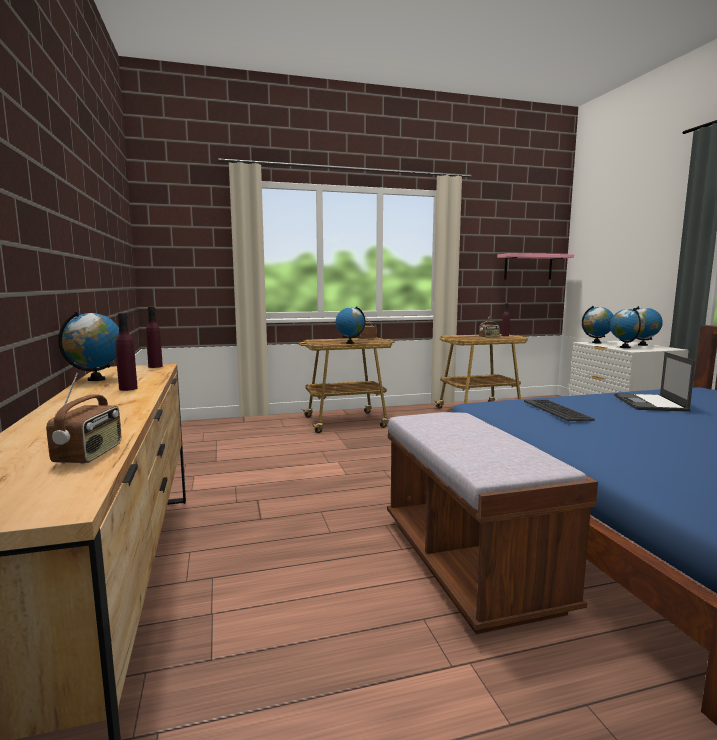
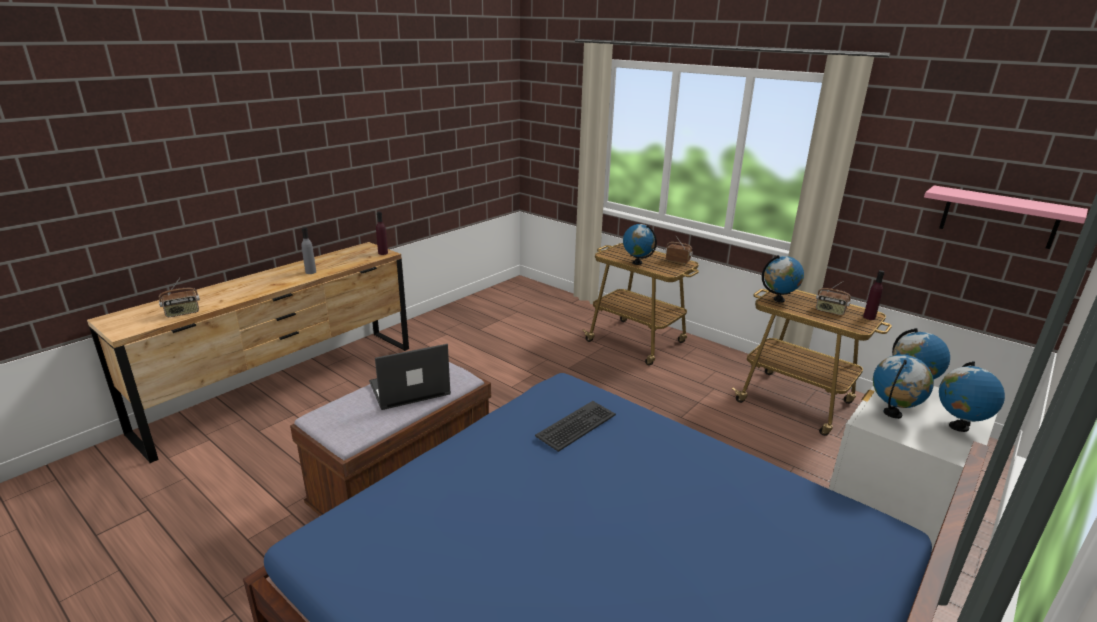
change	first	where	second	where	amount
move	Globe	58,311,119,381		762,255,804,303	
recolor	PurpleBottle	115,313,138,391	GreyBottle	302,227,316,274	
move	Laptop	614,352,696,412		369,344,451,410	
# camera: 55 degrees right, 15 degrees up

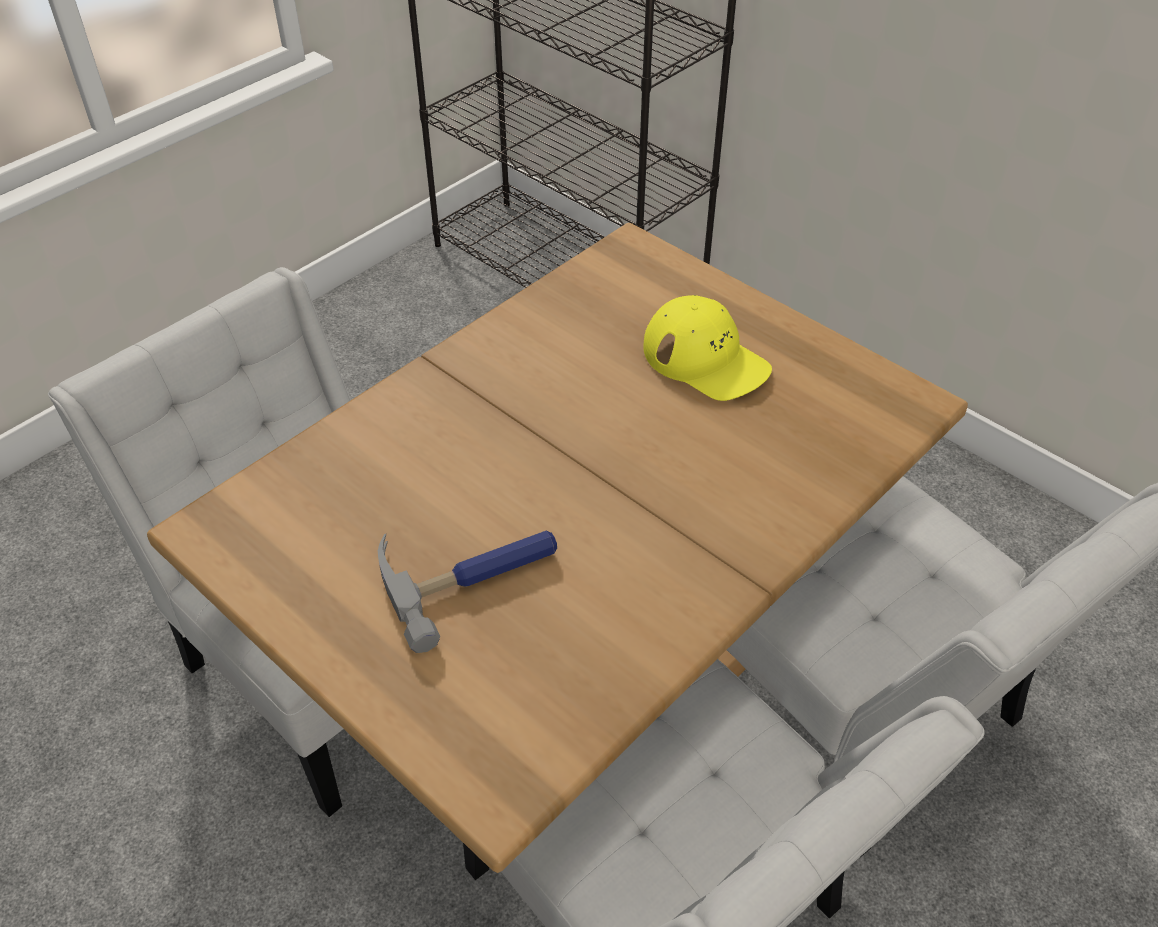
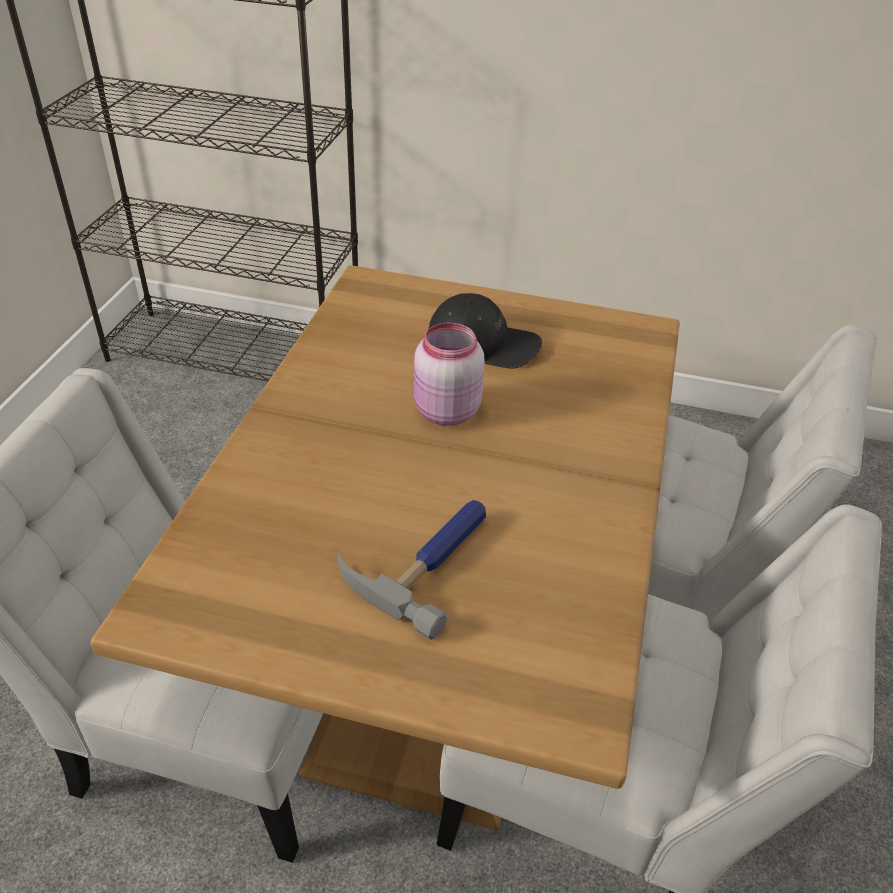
change	first	where	second	where	amount
recolor	YellowCap	643,295,772,401	BlackCap	428,293,542,369	
insert			PinkJar	414,323,485,426	
# camera: 30 degrees left, 5 degrees down

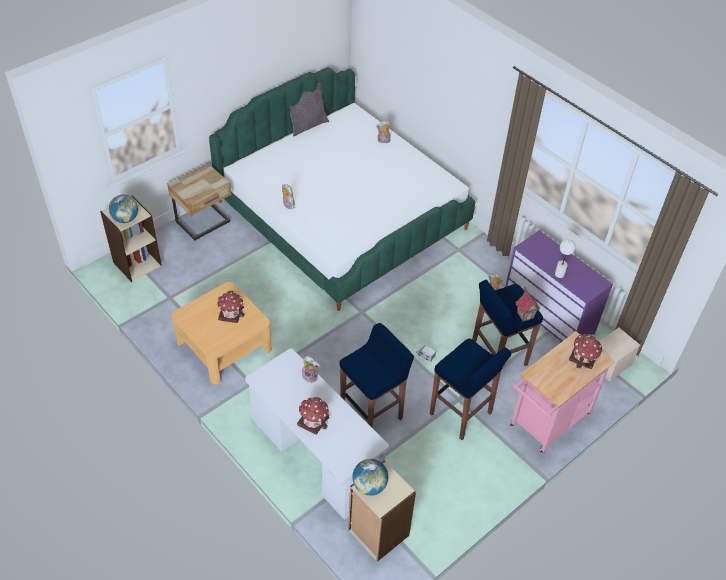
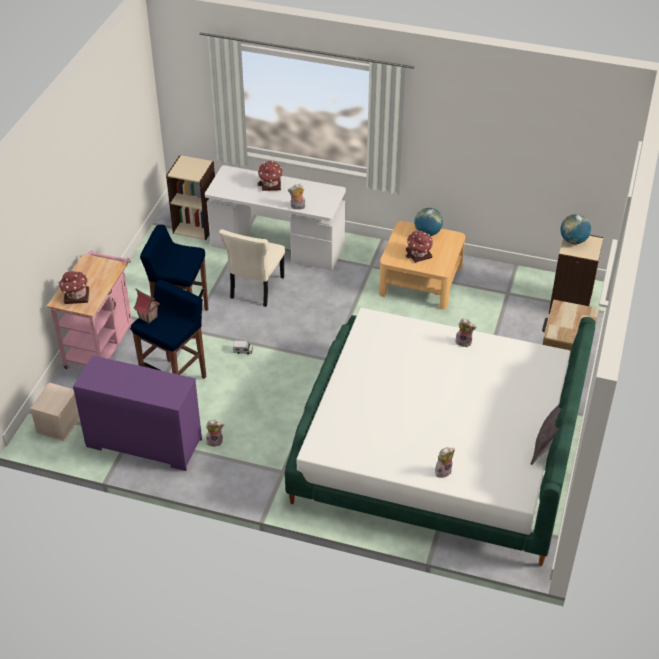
change	first	where	second	where	amount
delete	WhiteTableLamp	555,239,576,278			
replace	BlueStool	339,323,414,428	BeigeChair	219,229,285,307	
move	Globe	352,459,388,496		414,208,443,236	
# camera: 150 degrees right, 5 degrees down

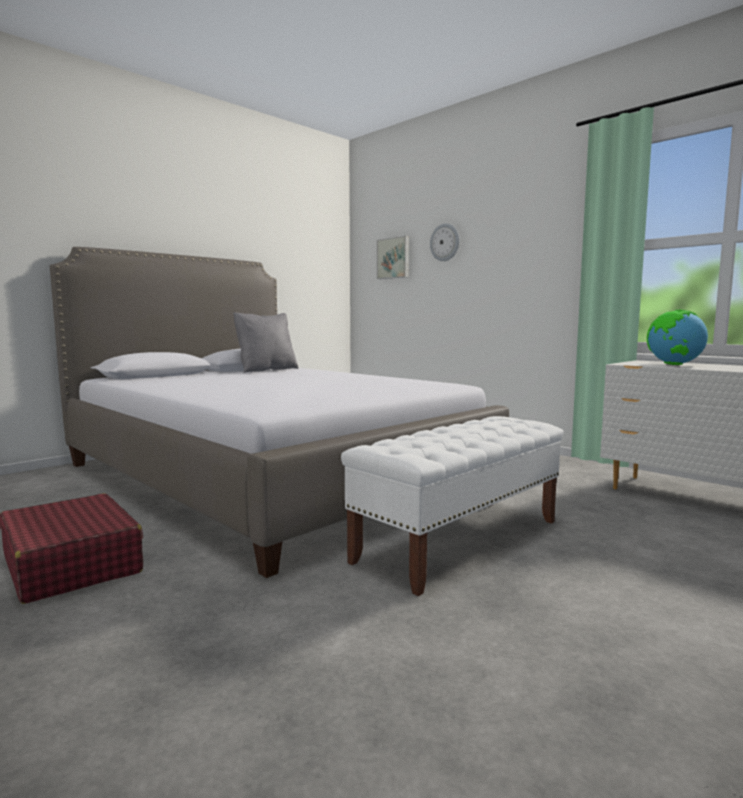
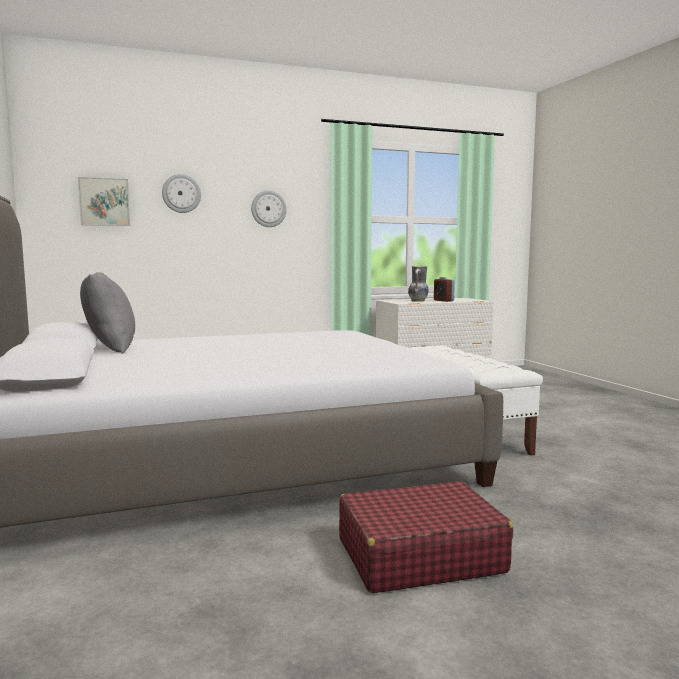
change	first	where	second	where	amount
replace	Globe	647,310,708,365	Vase	408,266,429,302	
insert			WallClock	251,190,287,227	
insert			AlarmClock	434,277,455,302	
# camera: 65 degrees left, 0 degrees up

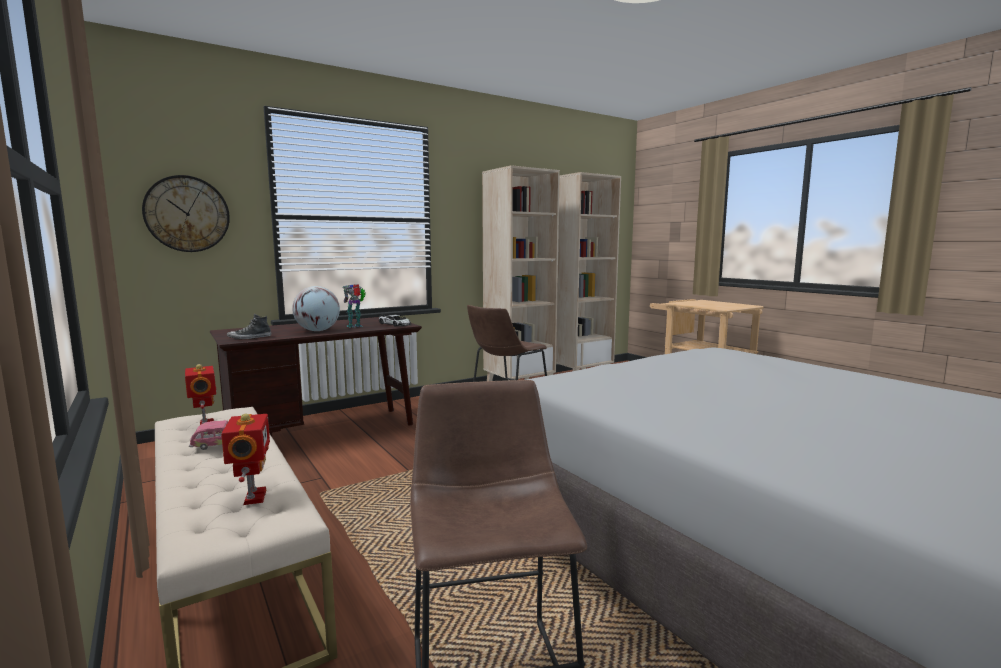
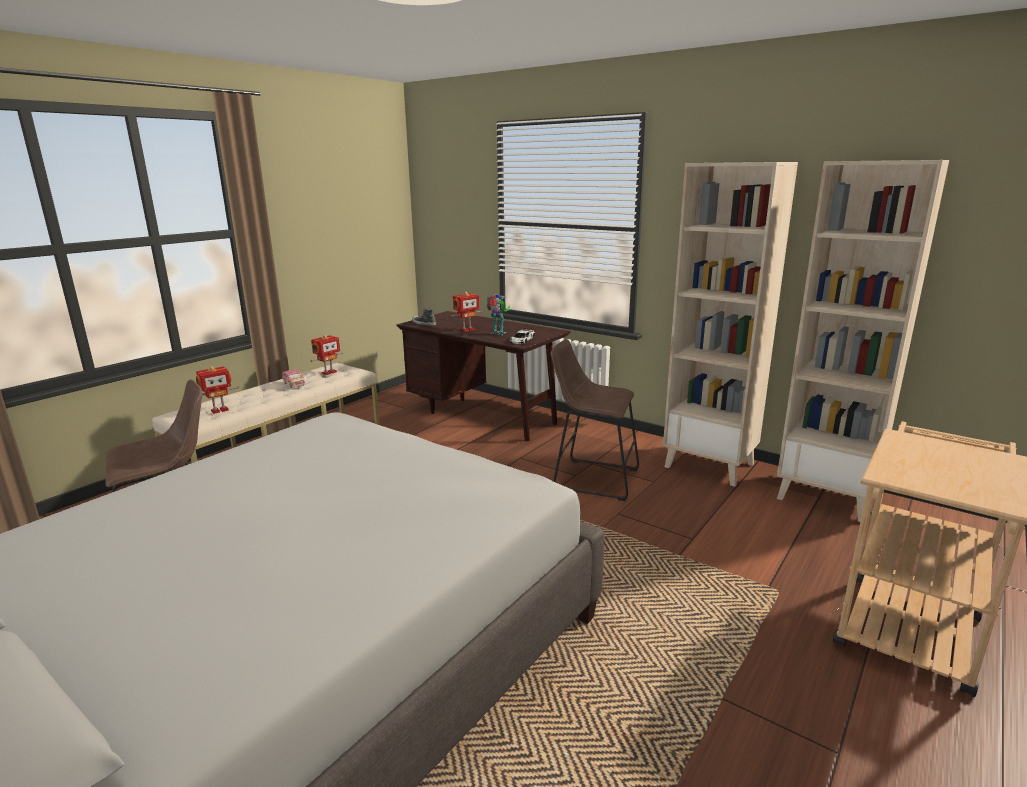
change	first	where	second	where	amount
delete	WallClock	142,175,230,252			
replace	Globe	292,286,340,331	ToyRobot	450,292,482,332	
# camera: 70 degrees right, 10 degrees up

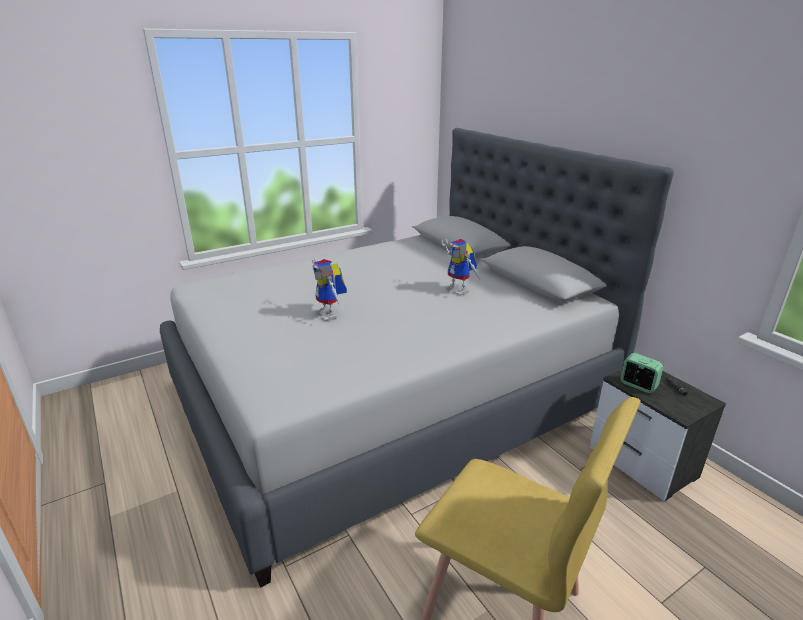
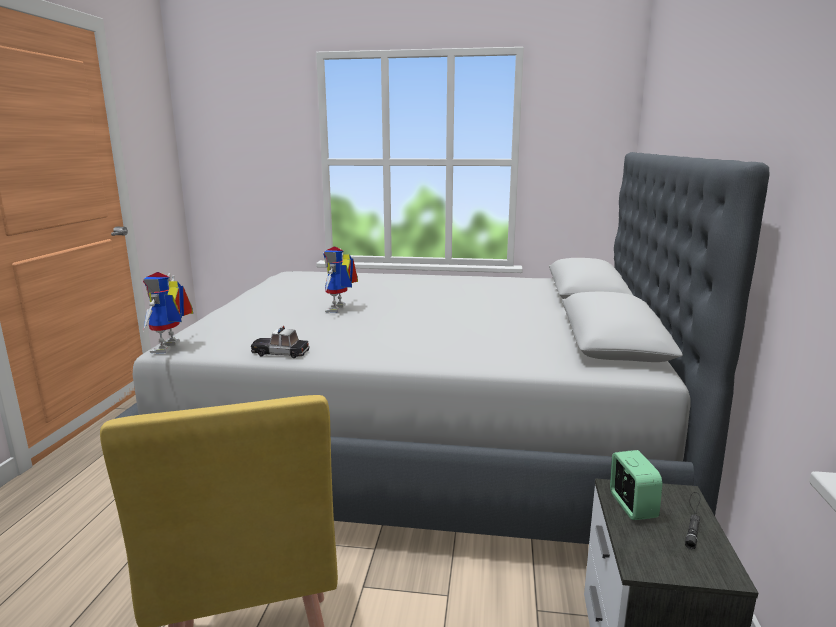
change	first	where	second	where	amount
move	ToyRobot	441,239,480,296		143,272,193,354	
insert			ToyCar	251,326,310,358	
# camera: 40 degrees right, 10 degrees down

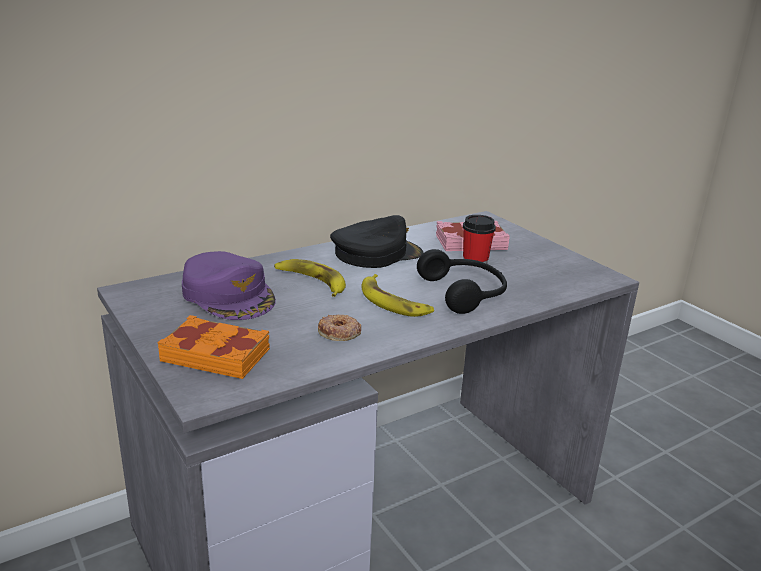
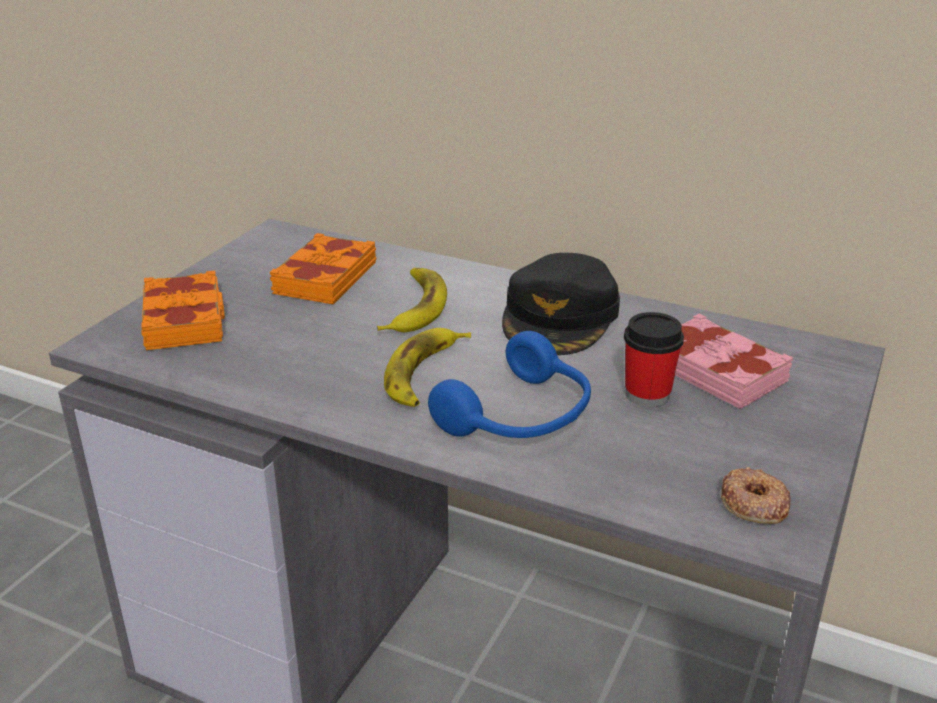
change	first	where	second	where	amount
rotate	BlackCap	330,215,424,268		502,253,620,355	75 degrees clockwise
recolor	BlackHeadphones	417,249,507,314	BlueHeadphones	428,331,591,438	
replace	PurpleCap	182,251,276,320	OrangeBook	269,233,376,304	
move	Donut	318,314,361,341		721,467,791,524	
# camera: 60 degrees right, 5 degrees up

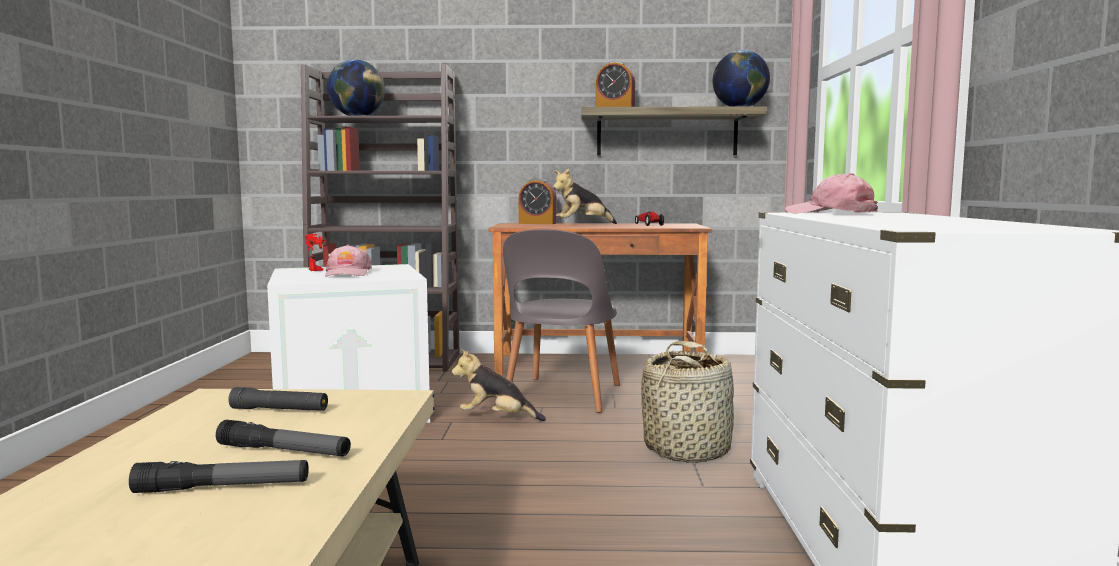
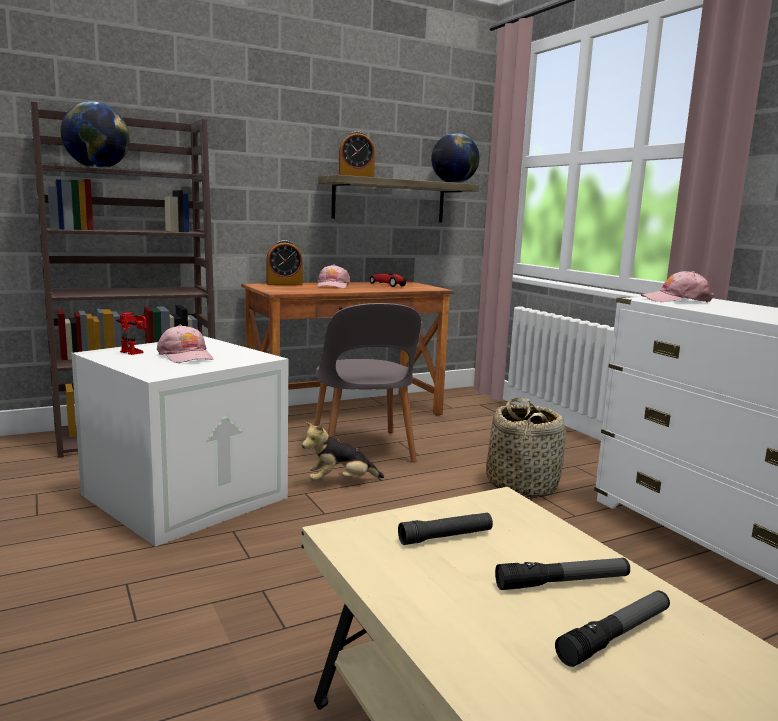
change	first	where	second	where	amount
replace	PlushToy	553,168,617,224	PinkCap	317,265,350,288	
# camera: 30 degrees left, 5 degrees up

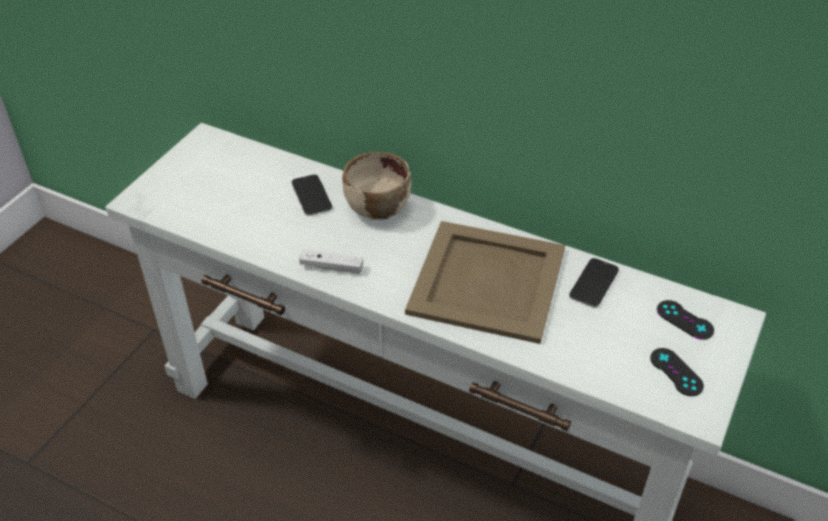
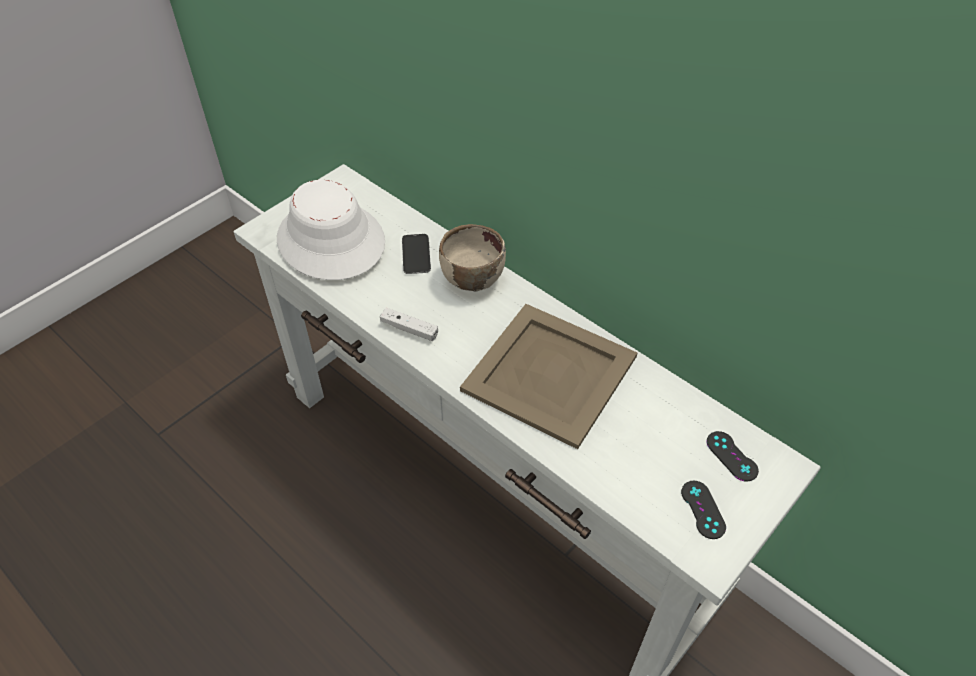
change	first	where	second	where	amount
delete	Phone	569,258,619,307			
insert			WhiteHat	277,180,385,280	
# camera: 15 degrees right, 5 degrees up

